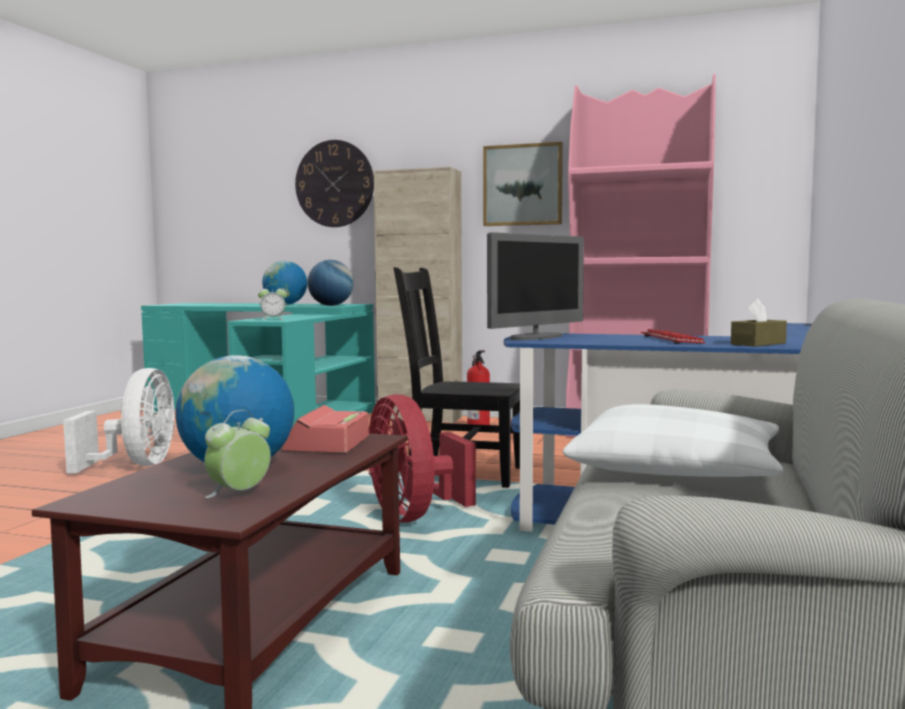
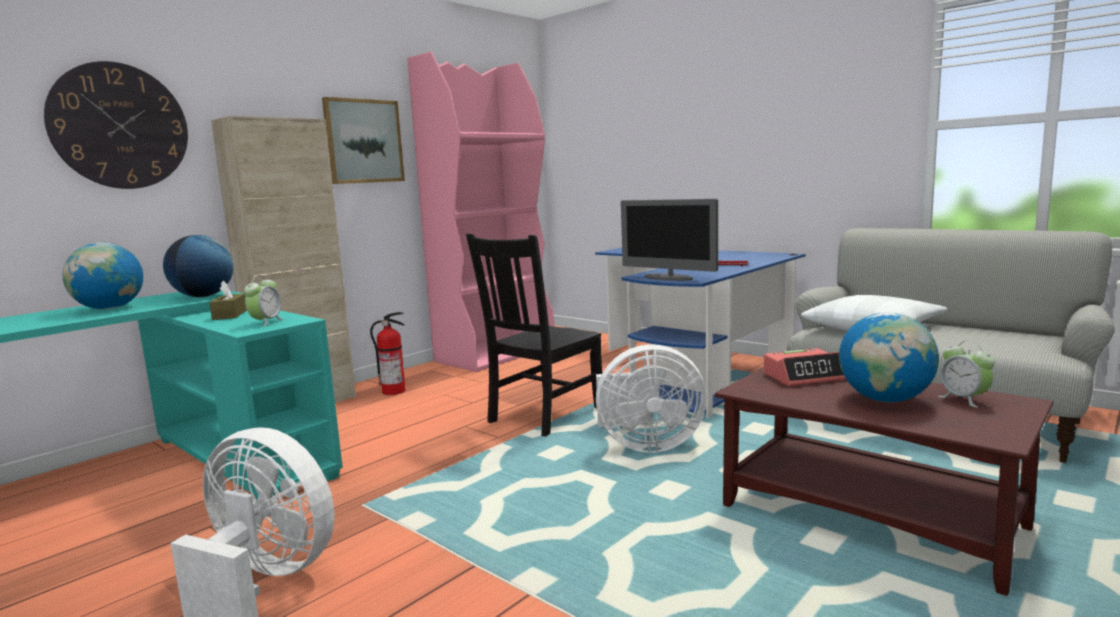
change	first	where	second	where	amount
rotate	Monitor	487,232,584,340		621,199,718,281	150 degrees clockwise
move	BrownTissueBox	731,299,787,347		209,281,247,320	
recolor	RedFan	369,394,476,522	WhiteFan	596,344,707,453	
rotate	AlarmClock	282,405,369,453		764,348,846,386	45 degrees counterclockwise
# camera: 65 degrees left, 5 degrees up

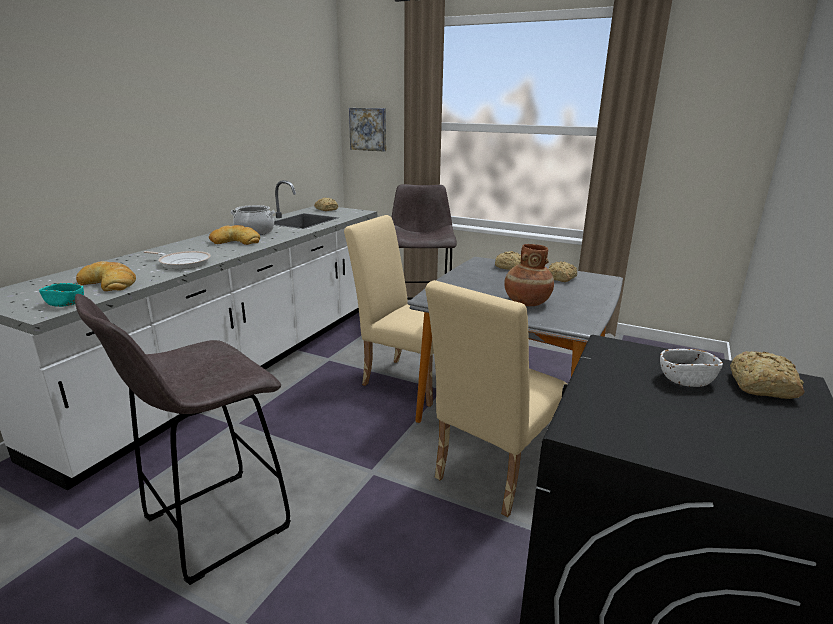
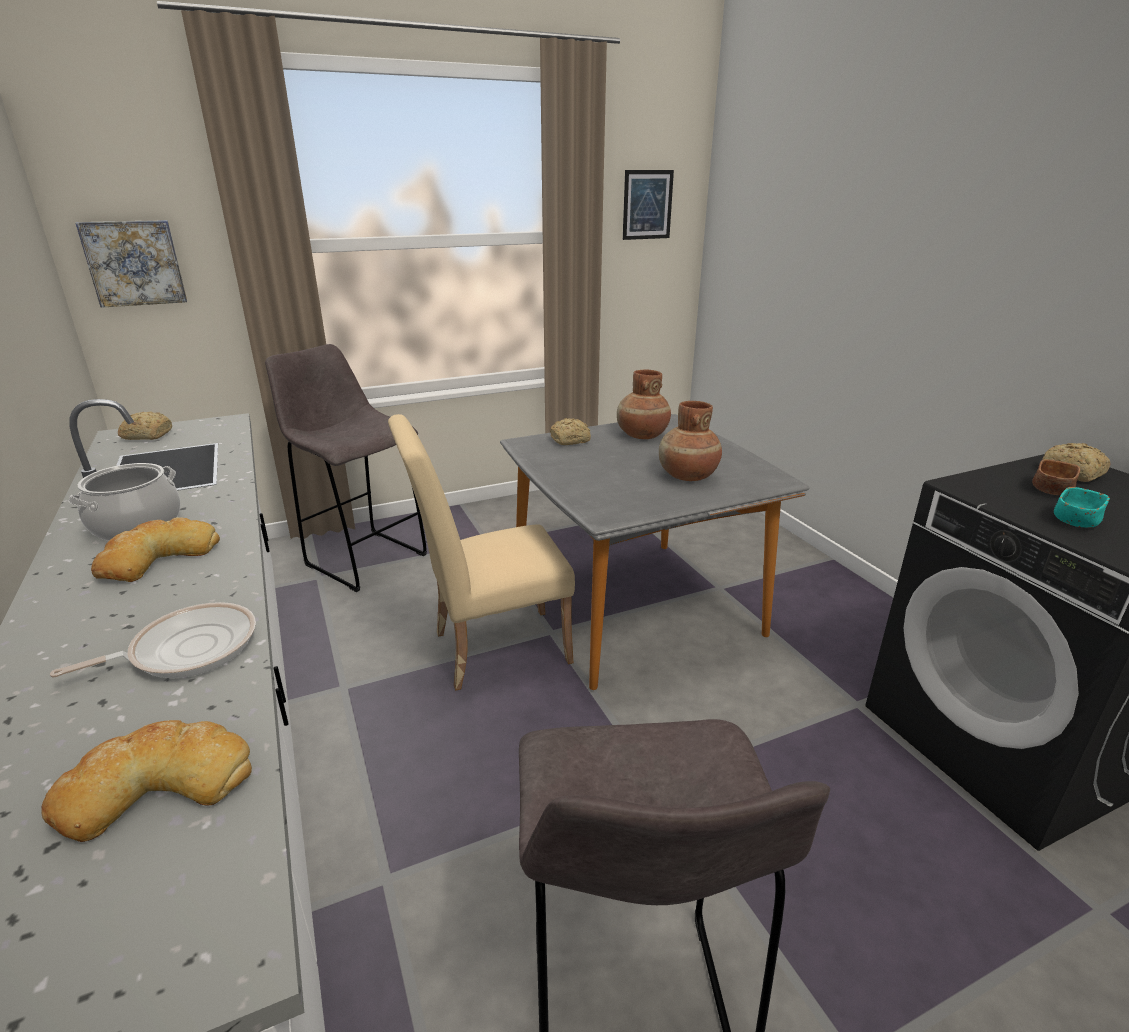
change	first	where	second	where	amount
replace	Bread	548,261,577,282	BrownVase	617,369,671,439	
delete	BeigeChair	425,280,567,517			
move	TurquoiseBowl	39,283,84,307		1054,487,1110,528	
recolor	WhiteBowl	660,349,723,387	BrownBowl	1032,459,1080,495	
insert			Picture	623,170,674,240	
# camera: 50 degrees left, 5 degrees up

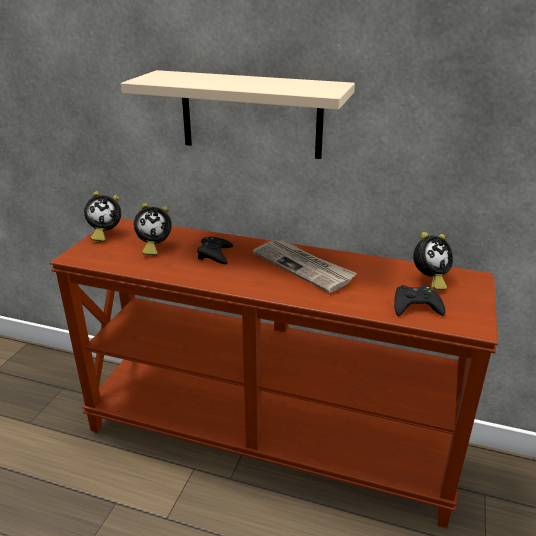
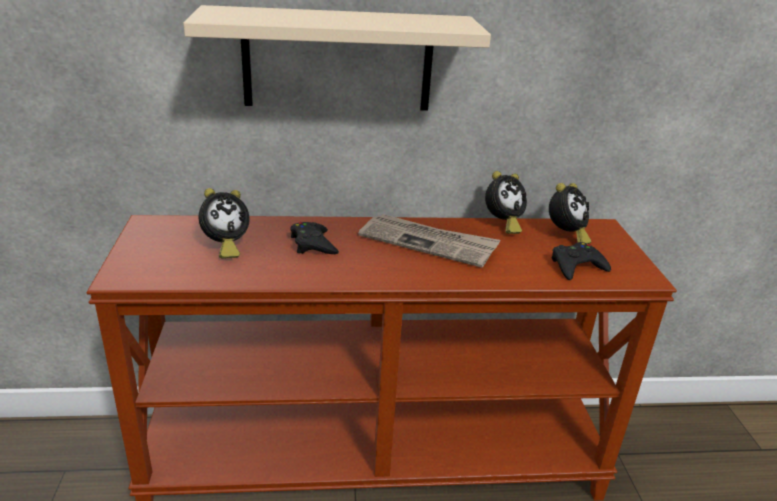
change	first	where	second	where	amount
move	AlarmClock	84,191,121,242		485,171,527,234	
# camera: 25 degrees left, 0 degrees up

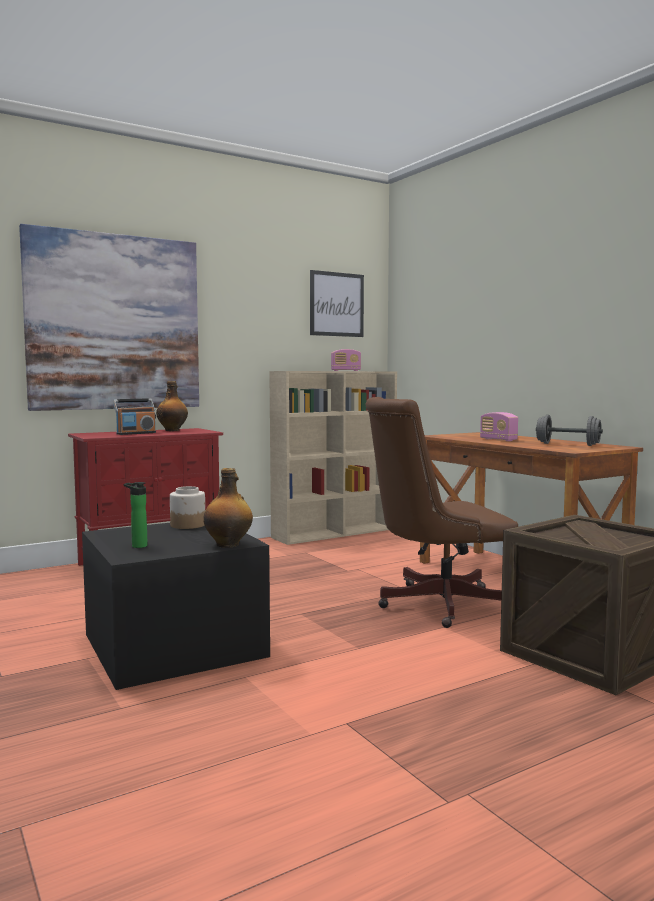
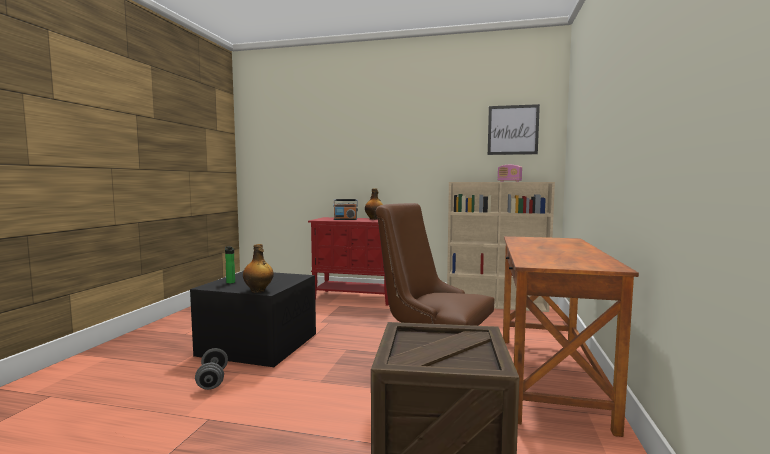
change	first	where	second	where	amount
delete	Picture	19,224,199,411			
delete	Radio	480,412,518,441			
move	GreyDumbbell	536,415,603,446		195,348,228,390	
delete	Jar	170,486,205,529			
# camera: 45 degrees right, 0 degrees up

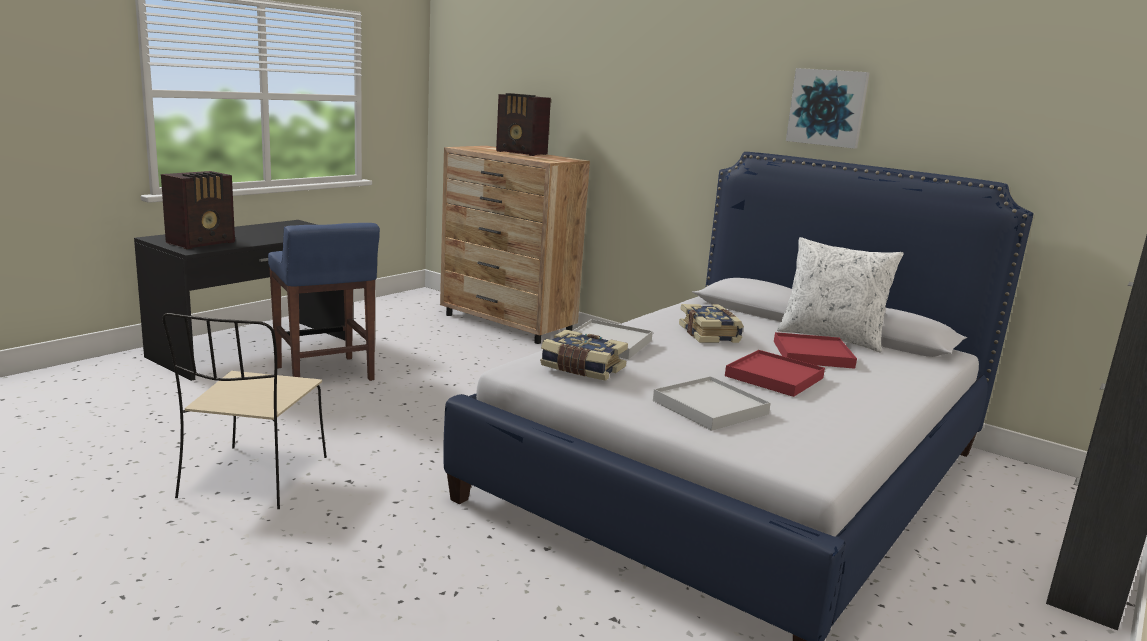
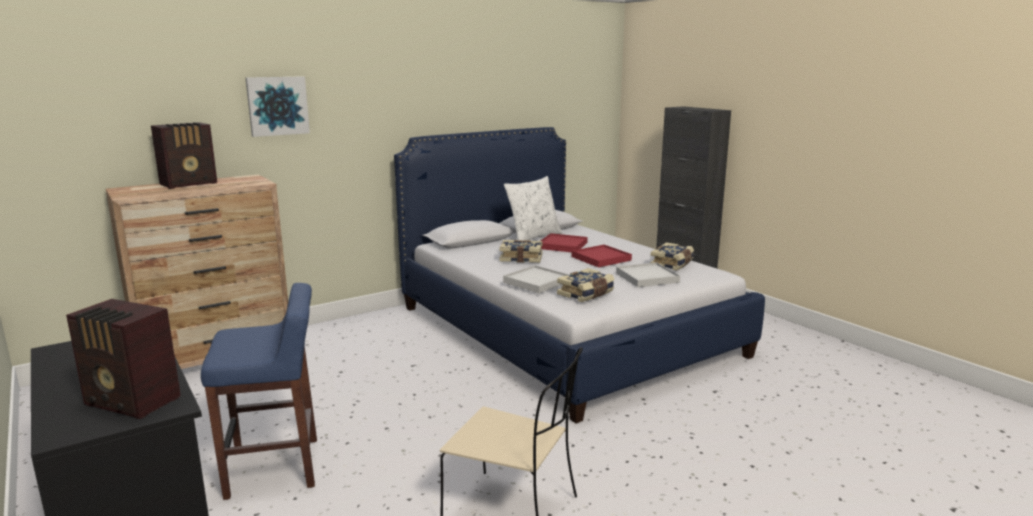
change	first	where	second	where	amount
move	Picture	786,68,869,149		246,76,310,137	
rotate	Radio	161,171,235,249		66,299,181,419	150 degrees clockwise
insert			Book	650,242,694,271	
# camera: 70 degrees left, 0 degrees up

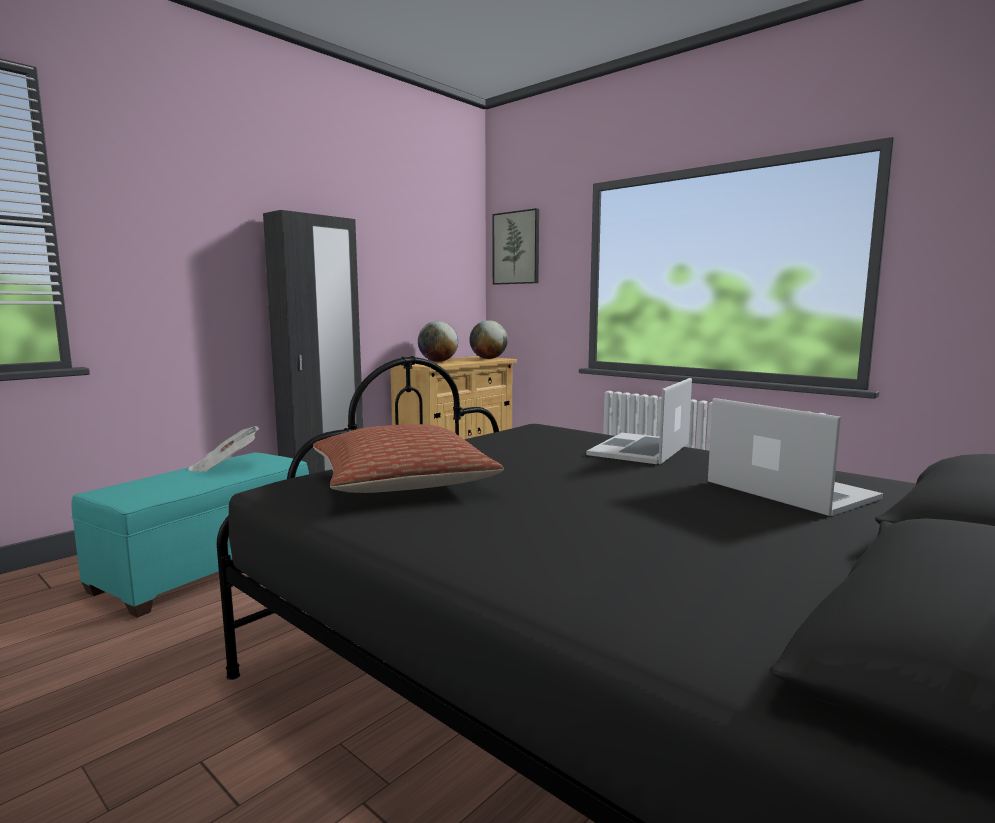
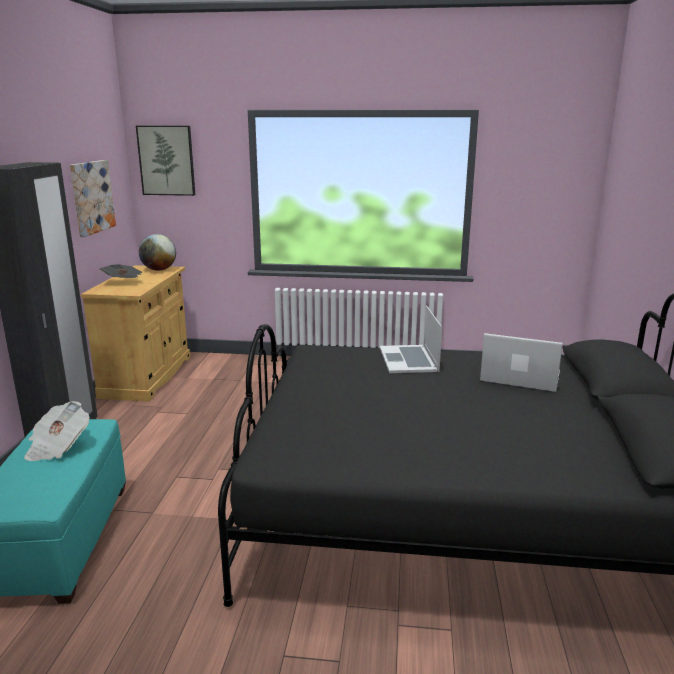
change	first	where	second	where	amount
replace	Globe	418,321,458,362	Newspaper	99,264,142,278	
delete	Pillow	313,424,504,493			
insert			Picture	70,160,116,237	
# camera: 35 degrees left, 10 degrees up

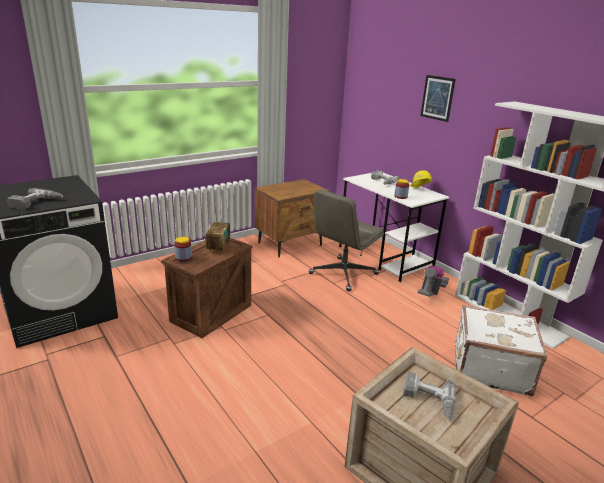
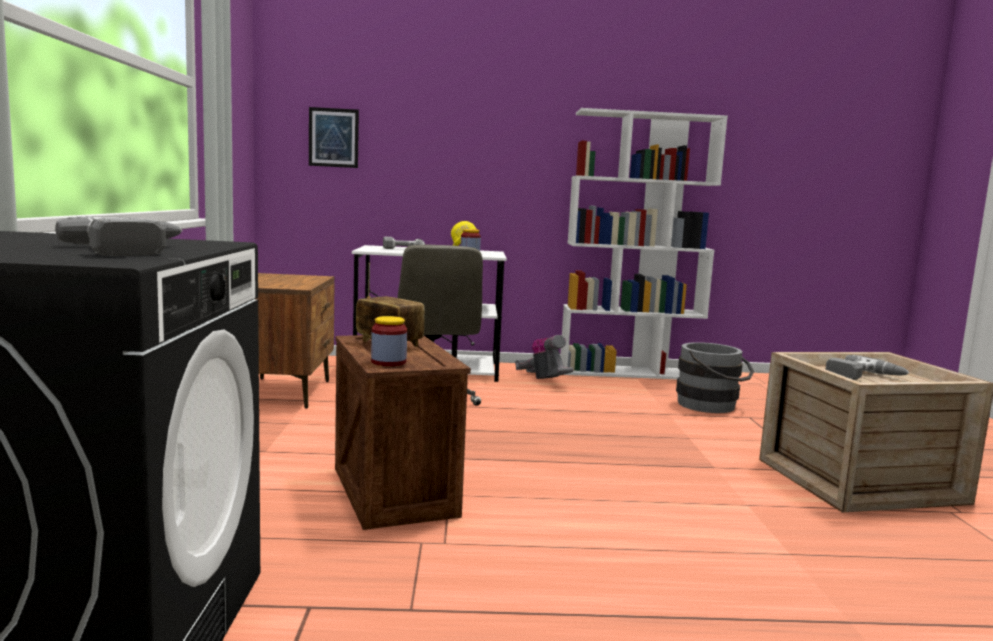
change	first	where	second	where	amount
move	Picture	421,75,456,122		309,107,359,168	
replace	WhiteSuitcase	455,305,548,396	GreyBucket	676,342,754,413	
# camera: 55 degrees left, 15 degrees down

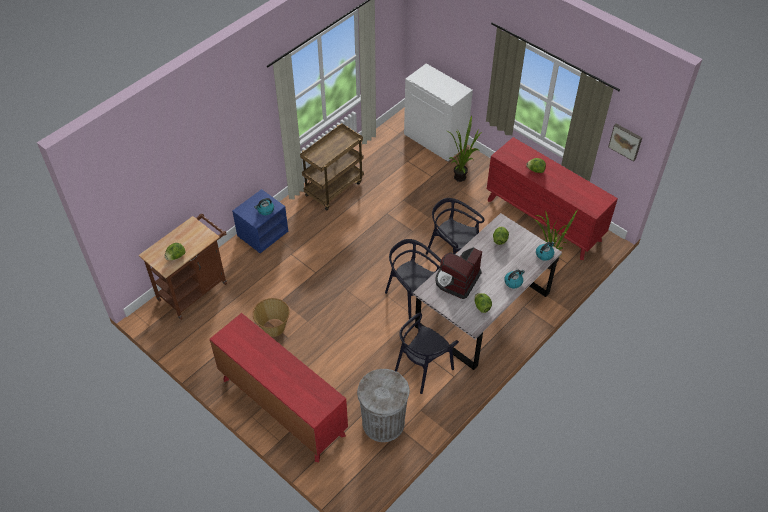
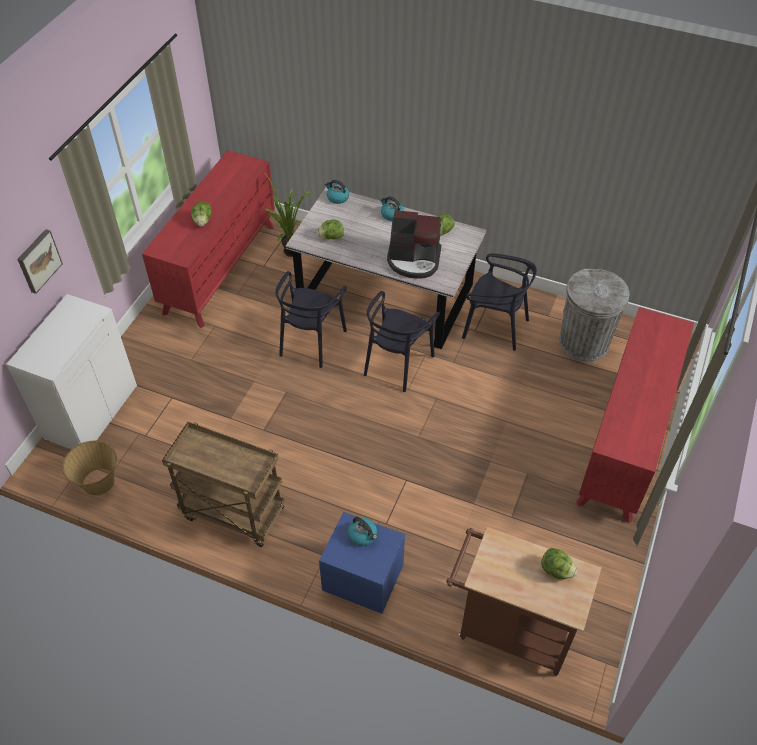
change	first	where	second	where	amount
delete	PottedPlant	445,116,482,182			
move	Picture	608,124,642,162		17,229,63,294	
move	Basket	253,298,290,337		62,441,117,495	
# camera: 110 degrees left, 0 degrees up

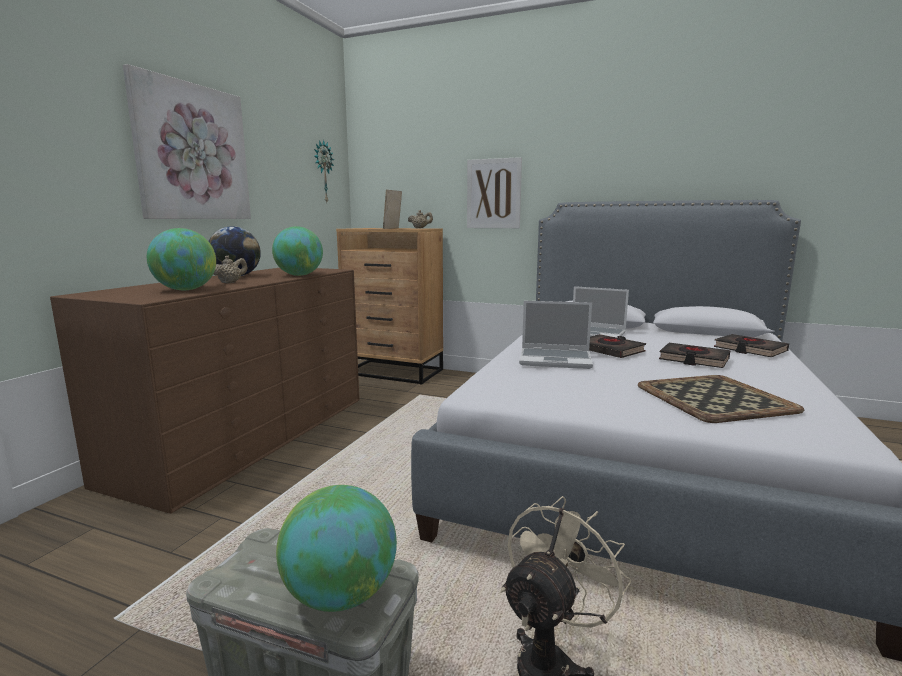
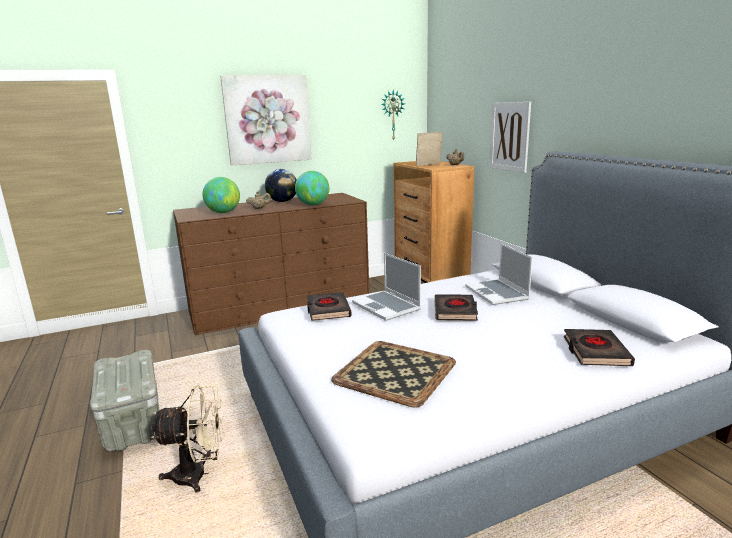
change	first	where	second	where	amount
move	BlackBook	659,343,731,368		307,292,352,321	
delete	Globe	276,485,397,612			
# camera: 45 degrees right, 5 degrees up

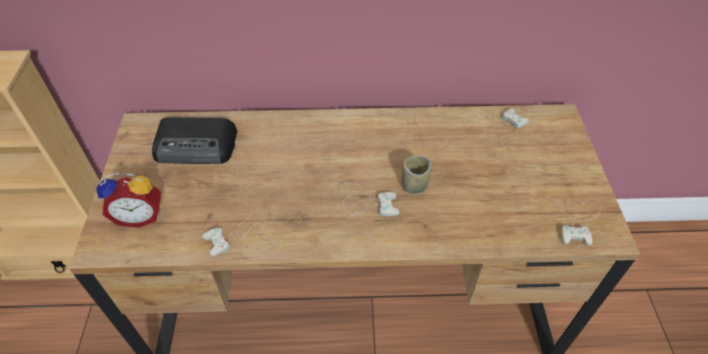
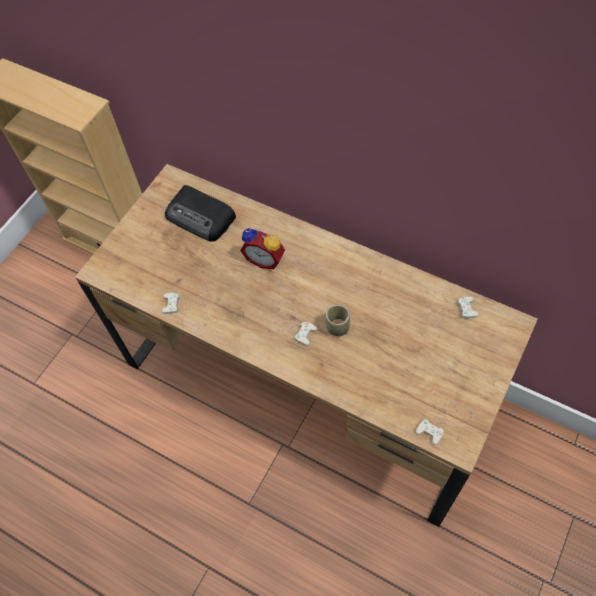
change	first	where	second	where	amount
move	AlarmClock	96,173,161,228		240,228,285,269	
# camera: 35 degrees right, 10 degrees up

